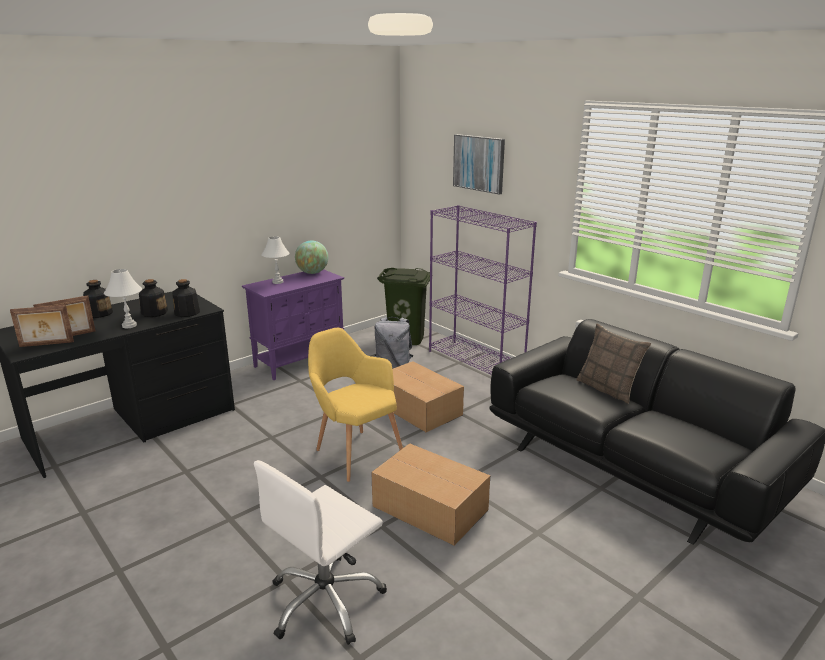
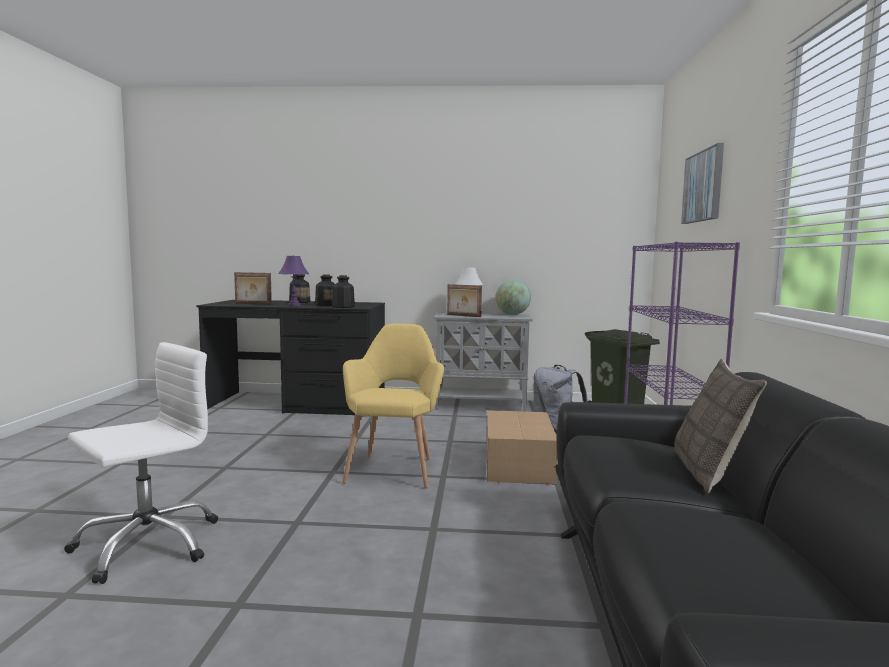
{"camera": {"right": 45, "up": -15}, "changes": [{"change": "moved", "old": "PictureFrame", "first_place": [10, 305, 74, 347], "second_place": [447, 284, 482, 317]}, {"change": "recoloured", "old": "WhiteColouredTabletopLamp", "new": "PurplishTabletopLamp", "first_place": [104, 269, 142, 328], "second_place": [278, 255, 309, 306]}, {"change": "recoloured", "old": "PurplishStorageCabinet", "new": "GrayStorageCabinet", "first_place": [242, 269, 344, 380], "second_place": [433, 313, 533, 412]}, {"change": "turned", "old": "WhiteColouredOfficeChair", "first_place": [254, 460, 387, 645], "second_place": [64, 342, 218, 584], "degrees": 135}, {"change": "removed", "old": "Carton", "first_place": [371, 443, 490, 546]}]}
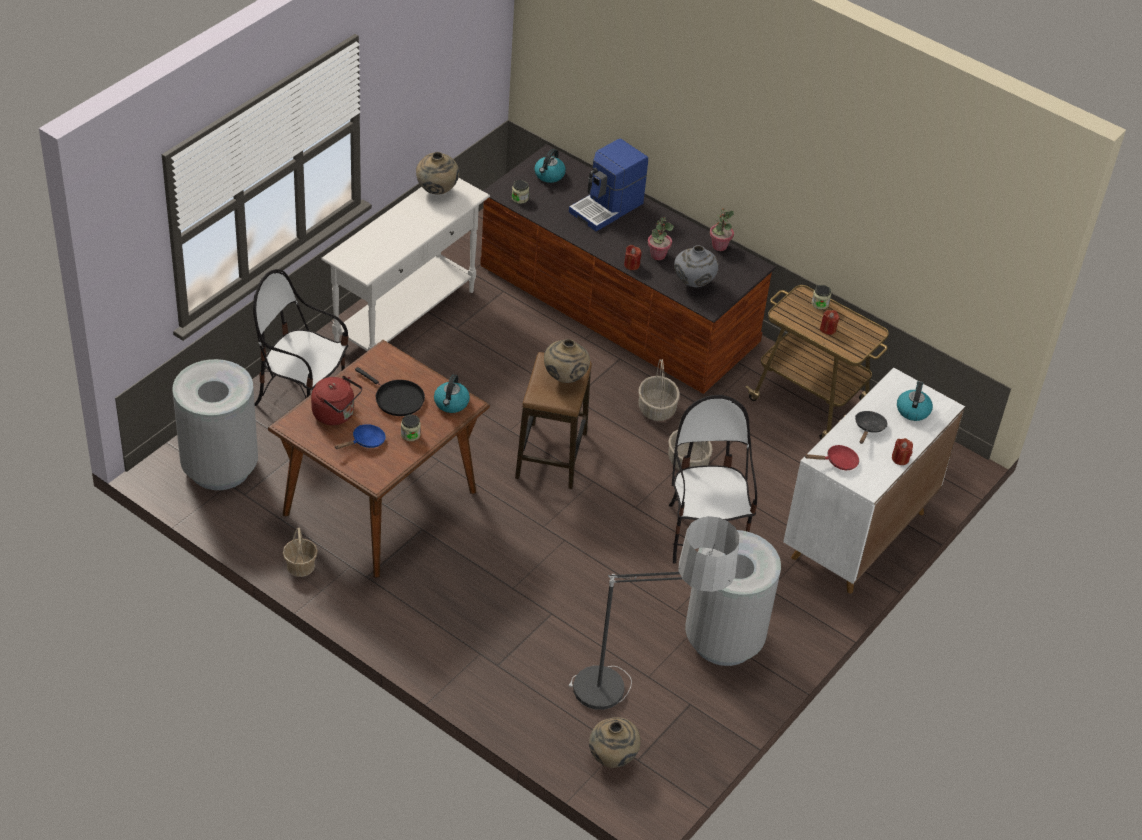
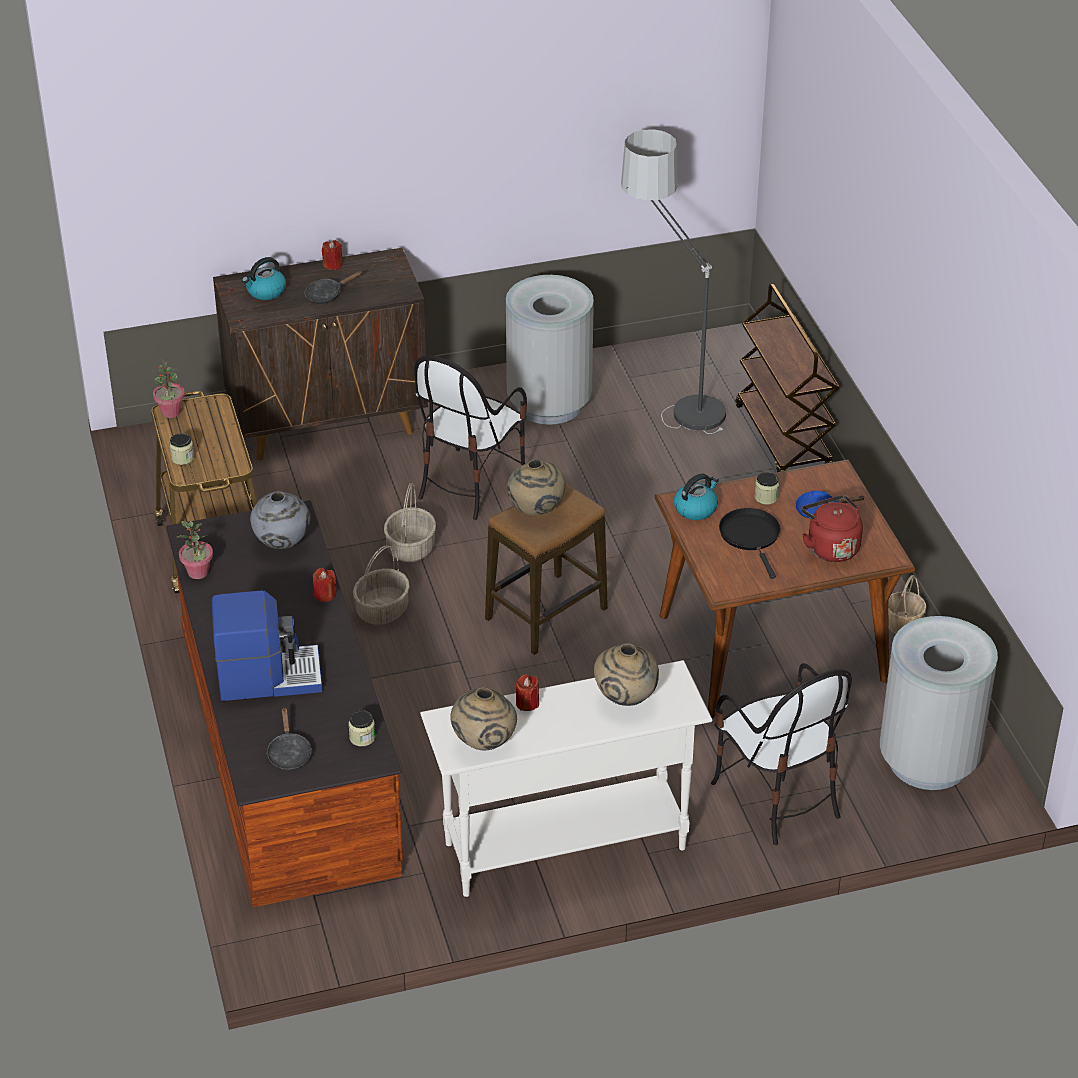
{"camera": {"right": -140, "up": -5}, "changes": [{"change": "replaced", "old": "Kettle", "new": "BlackFryingPan", "first_place": [534, 149, 566, 183], "second_place": [266, 707, 312, 770]}, {"change": "moved", "old": "BeigeColouredVase", "first_place": [589, 717, 641, 768], "second_place": [594, 643, 659, 706]}, {"change": "moved", "old": "PlantInAPot", "first_place": [648, 217, 674, 260], "second_place": [152, 360, 185, 418]}, {"change": "recoloured", "old": "WhiteColouredStorageCabinet", "new": "BrownishStorageCabinet", "first_place": [783, 368, 965, 593], "second_place": [213, 248, 428, 460]}, {"change": "removed", "old": "ReddishFryingPan", "first_place": [805, 445, 859, 471]}, {"change": "moved", "old": "ReddishCandle", "first_place": [820, 310, 839, 335], "second_place": [515, 675, 539, 711]}, {"change": "added", "new": "BrownishTrolley", "second_place": [736, 284, 839, 472]}]}
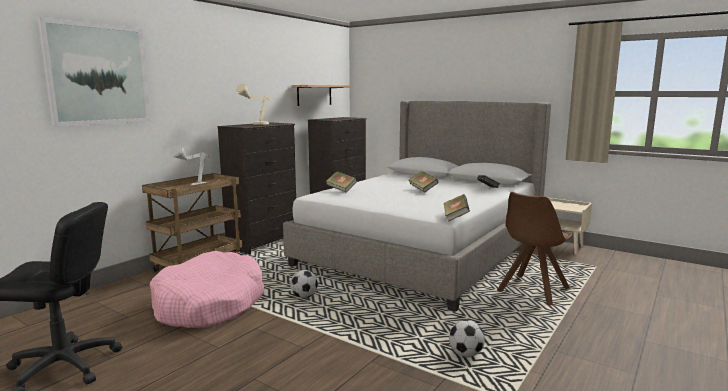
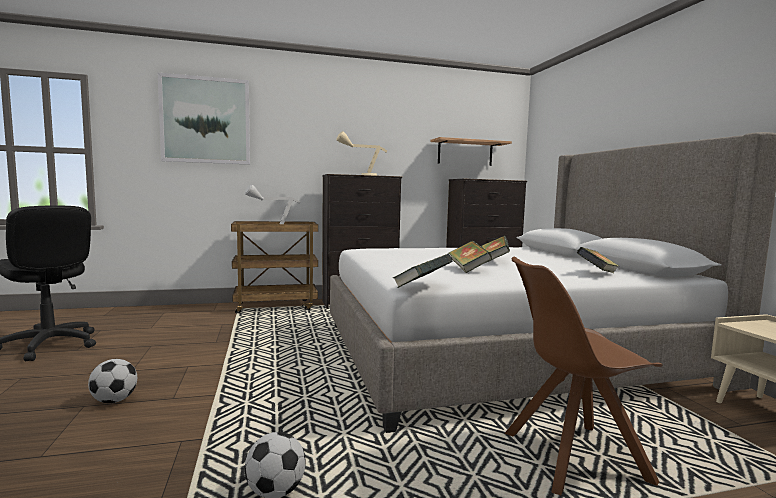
{"camera": {"right": 40, "up": -5}, "changes": [{"change": "removed", "old": "PinkishPetBed", "first_place": [150, 251, 264, 328]}, {"change": "moved", "old": "FootballBall", "first_place": [290, 270, 318, 298], "second_place": [88, 359, 137, 403]}, {"change": "moved", "old": "BoundBook", "first_place": [326, 171, 357, 192], "second_place": [449, 241, 492, 273]}]}
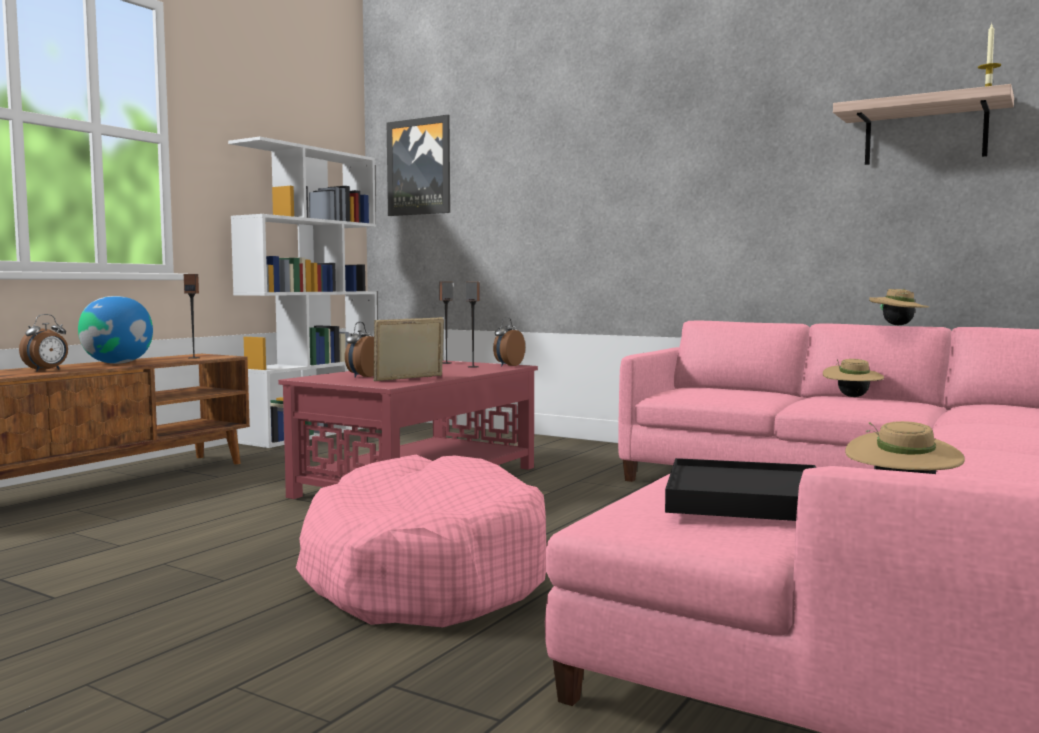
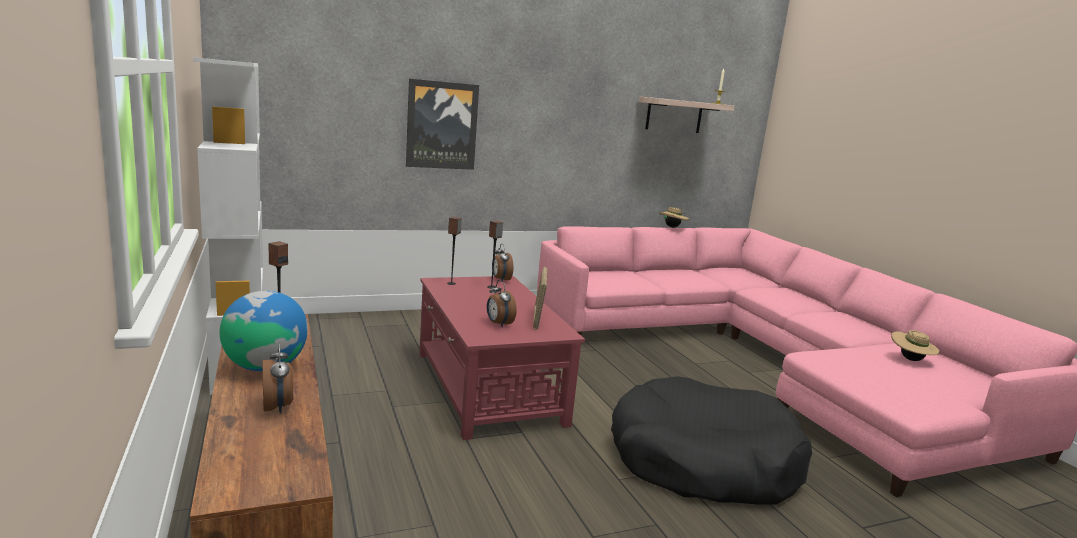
{"camera": {"right": -55, "up": 10}, "changes": [{"change": "recoloured", "old": "PinkishPetBed", "new": "BlackPetBed", "first_place": [296, 455, 547, 627], "second_place": [611, 376, 812, 505]}, {"change": "moved", "old": "WallPicture", "first_place": [387, 115, 450, 216], "second_place": [406, 79, 479, 170]}, {"change": "removed", "old": "BlackServingTray", "first_place": [665, 458, 816, 521]}, {"change": "removed", "old": "BeigeColouredClothingHat", "first_place": [823, 359, 884, 397]}]}
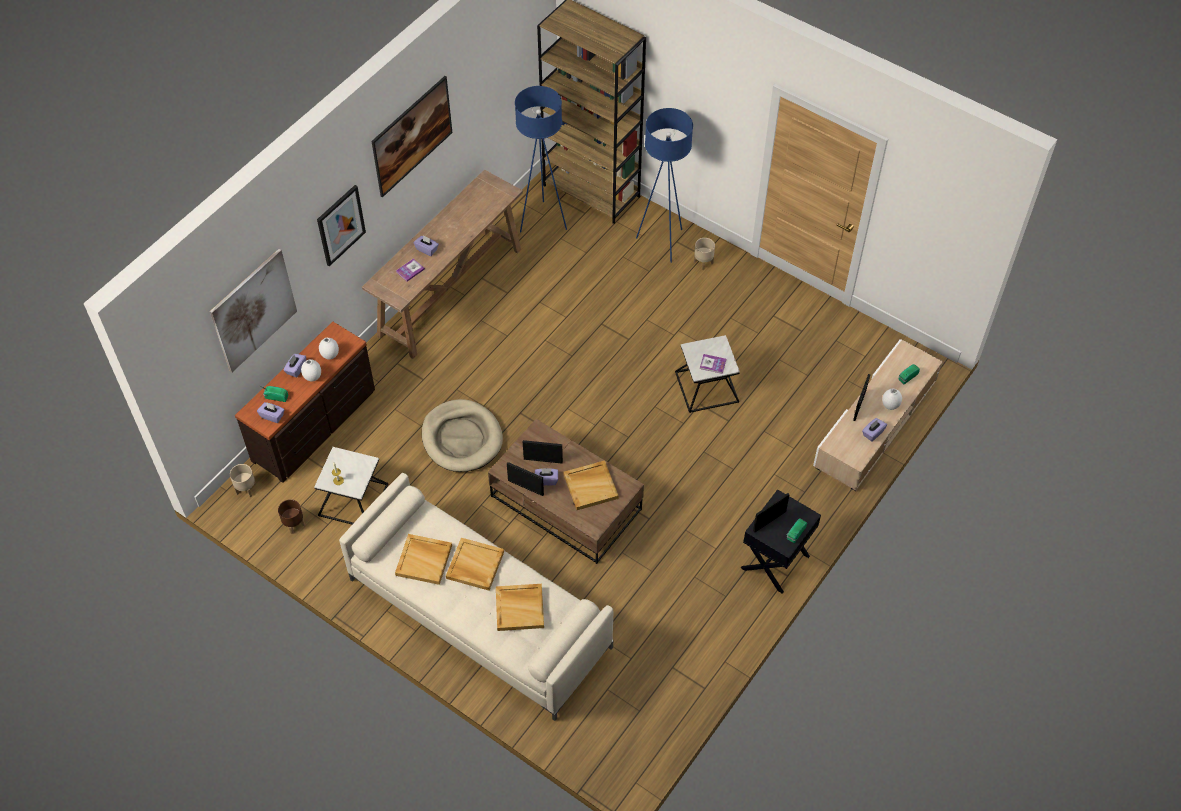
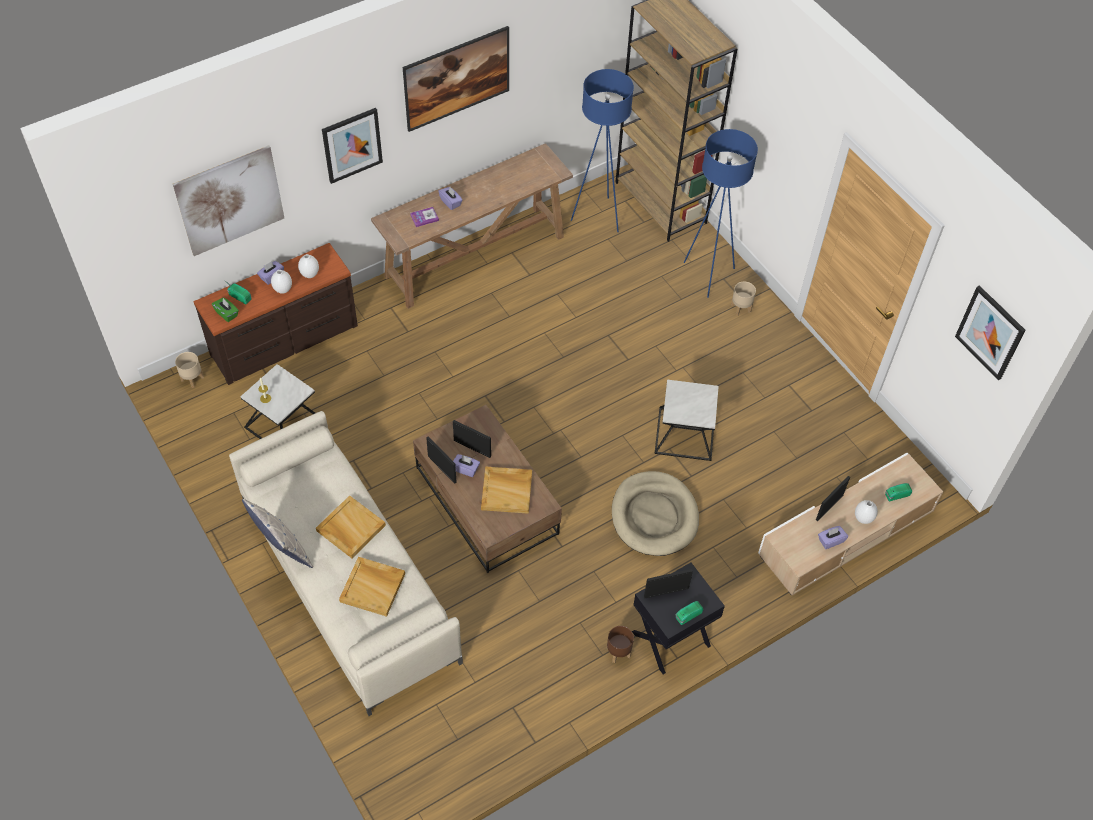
{"camera": {"right": 20, "up": 0}, "changes": [{"change": "recoloured", "old": "PurplishTissueBox", "new": "GreenishTissueBox", "first_place": [257, 402, 285, 423], "second_place": [212, 298, 239, 322]}, {"change": "moved", "old": "BrownishPlantPot", "first_place": [278, 499, 305, 534], "second_place": [607, 626, 634, 663]}, {"change": "removed", "old": "BeigeColouredServingTray", "first_place": [395, 534, 452, 585]}, {"change": "moved", "old": "BeigeColouredPetBed", "first_place": [422, 399, 503, 472], "second_place": [612, 471, 699, 556]}, {"change": "removed", "old": "BoundBook", "first_place": [700, 354, 726, 374]}, {"change": "added", "new": "Cushion", "second_place": [242, 499, 313, 568]}, {"change": "added", "new": "WallPicture", "second_place": [955, 285, 1025, 380]}]}
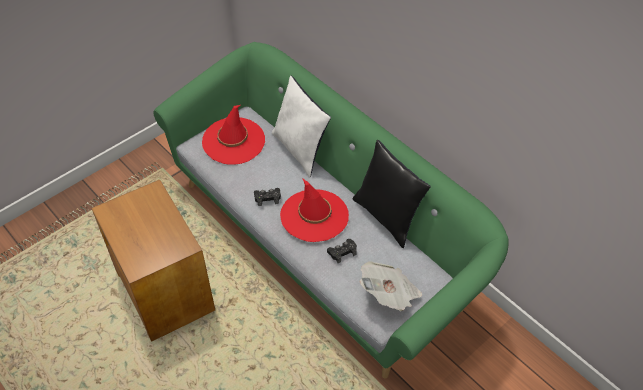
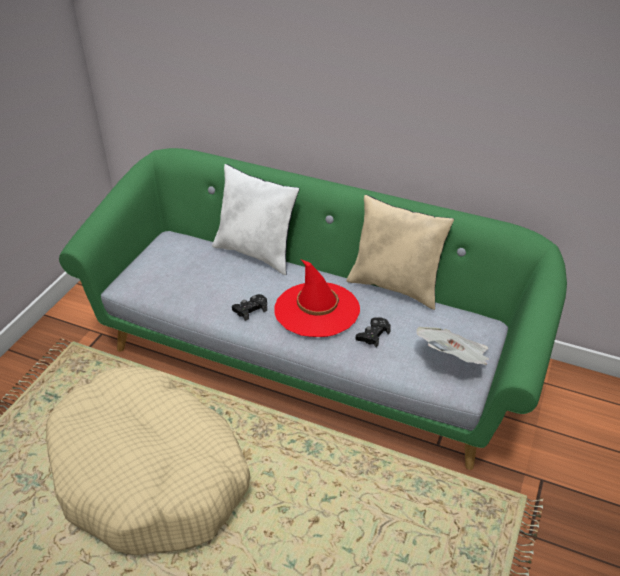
{"camera": {"right": -25, "up": -10}, "changes": [{"change": "replaced", "old": "BrownishAccentTable", "new": "BeigeColouredPetBed", "first_place": [91, 180, 215, 342], "second_place": [46, 367, 250, 555]}, {"change": "removed", "old": "ReddishClothingHat", "first_place": [202, 105, 265, 165]}, {"change": "recoloured", "old": "BlackCushion", "new": "BeigeColouredCushion", "first_place": [353, 140, 430, 248], "second_place": [346, 195, 454, 310]}]}
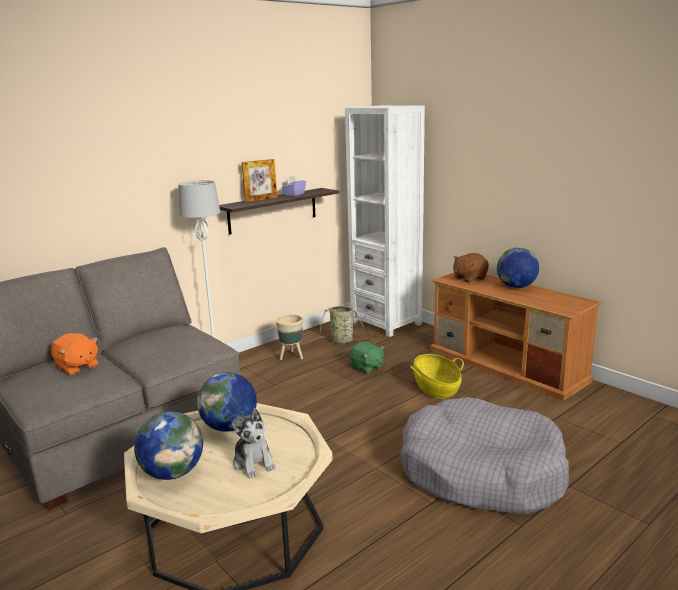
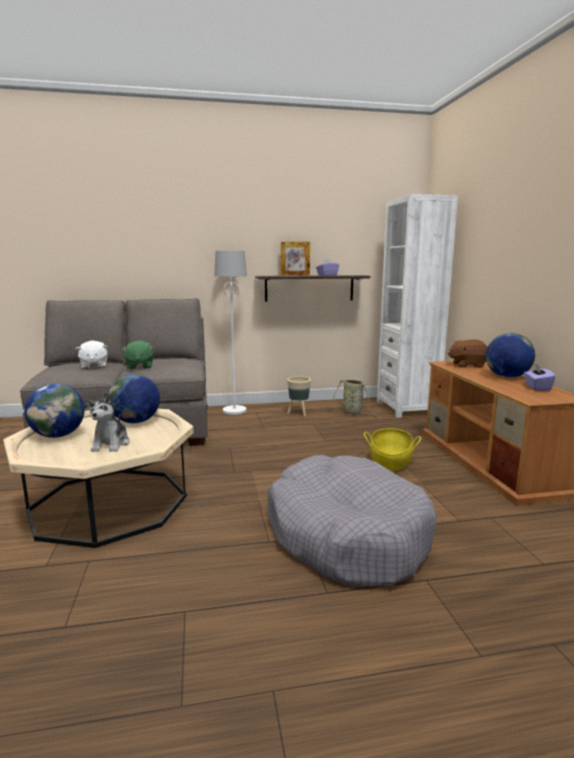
{"camera": {"right": 30, "up": -5}, "changes": [{"change": "recoloured", "old": "OrangeSoftToy", "new": "WhiteColouredSoftToy", "first_place": [51, 333, 99, 375], "second_place": [76, 341, 107, 369]}, {"change": "moved", "old": "GreenishSoftToy", "first_place": [349, 342, 384, 374], "second_place": [122, 340, 154, 369]}, {"change": "added", "new": "PurplishTissueBox", "second_place": [524, 363, 556, 391]}]}
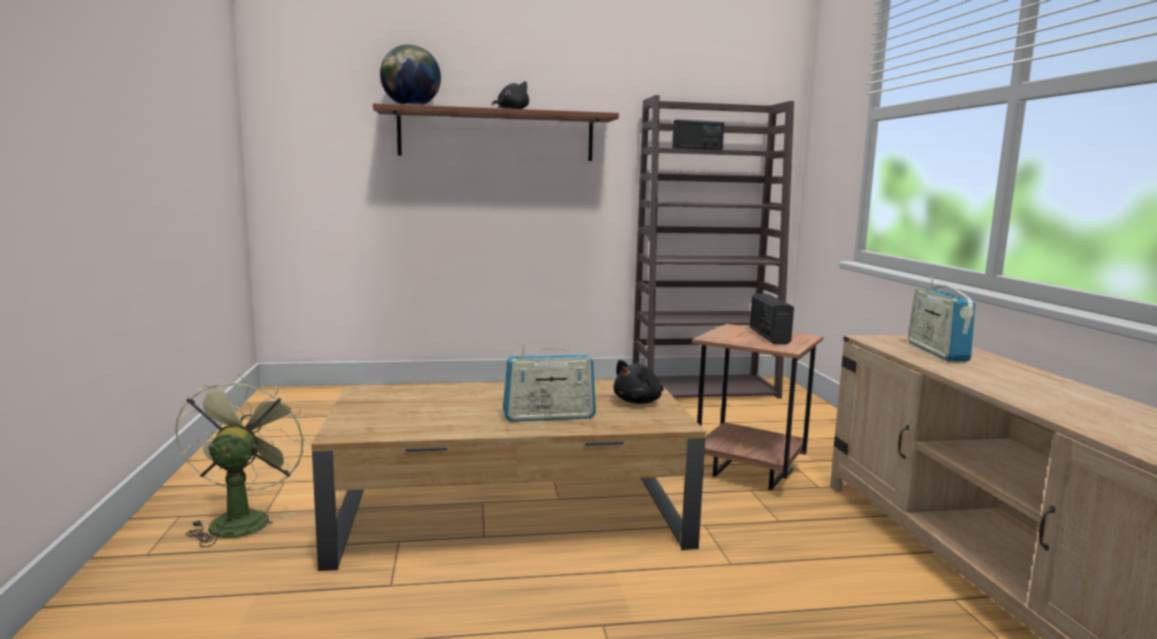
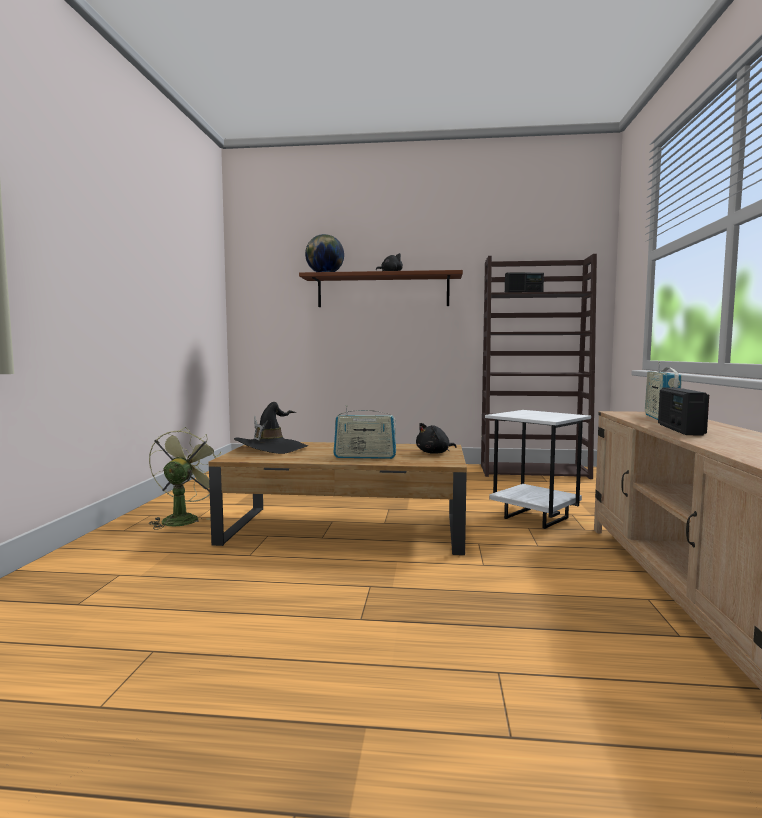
{"camera": {"right": 15, "up": -5}, "changes": [{"change": "recoloured", "old": "BrownishAccentTable", "new": "WhiteColouredAccentTable", "first_place": [692, 324, 824, 490], "second_place": [485, 410, 591, 529]}, {"change": "moved", "old": "Radio", "first_place": [750, 294, 794, 344], "second_place": [658, 387, 709, 436]}, {"change": "added", "new": "BlackClothingHat", "second_place": [234, 402, 308, 454]}]}
